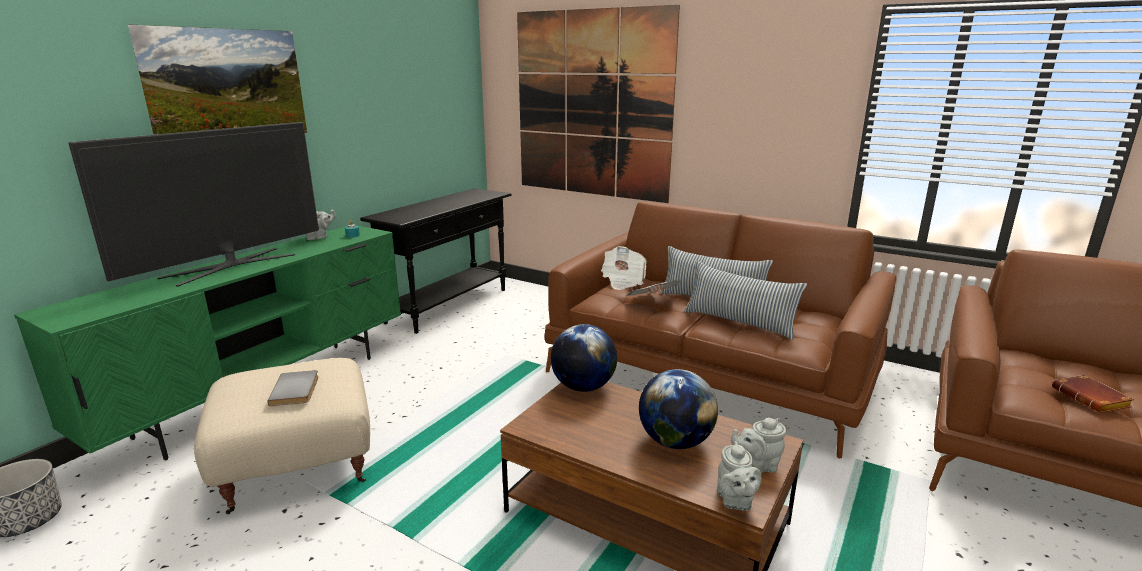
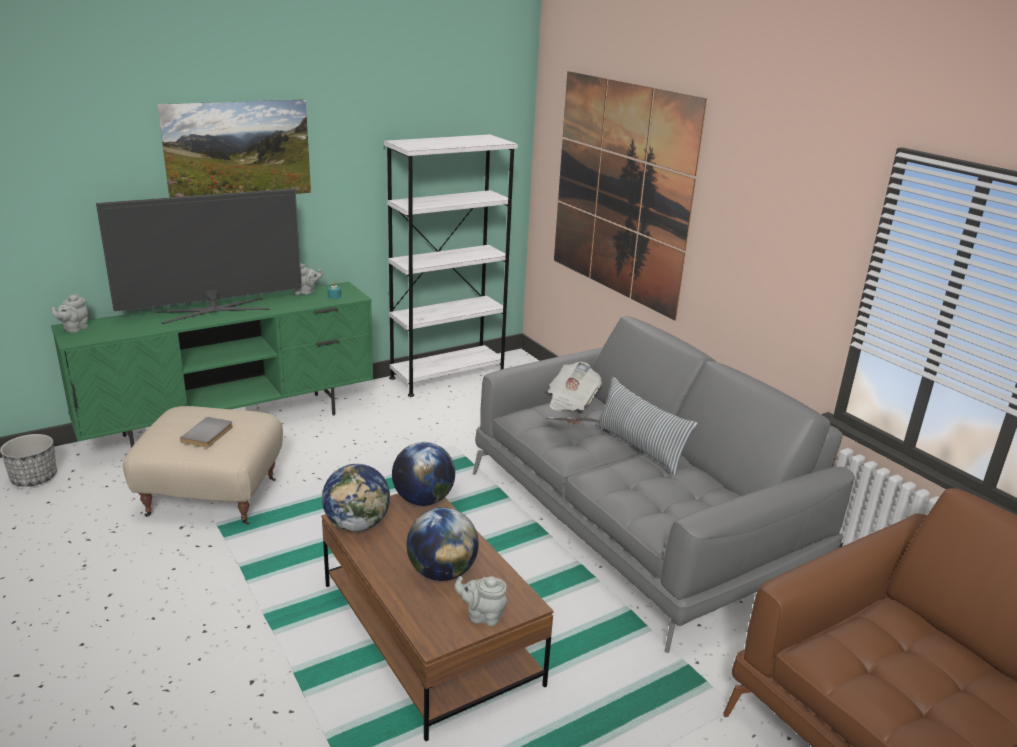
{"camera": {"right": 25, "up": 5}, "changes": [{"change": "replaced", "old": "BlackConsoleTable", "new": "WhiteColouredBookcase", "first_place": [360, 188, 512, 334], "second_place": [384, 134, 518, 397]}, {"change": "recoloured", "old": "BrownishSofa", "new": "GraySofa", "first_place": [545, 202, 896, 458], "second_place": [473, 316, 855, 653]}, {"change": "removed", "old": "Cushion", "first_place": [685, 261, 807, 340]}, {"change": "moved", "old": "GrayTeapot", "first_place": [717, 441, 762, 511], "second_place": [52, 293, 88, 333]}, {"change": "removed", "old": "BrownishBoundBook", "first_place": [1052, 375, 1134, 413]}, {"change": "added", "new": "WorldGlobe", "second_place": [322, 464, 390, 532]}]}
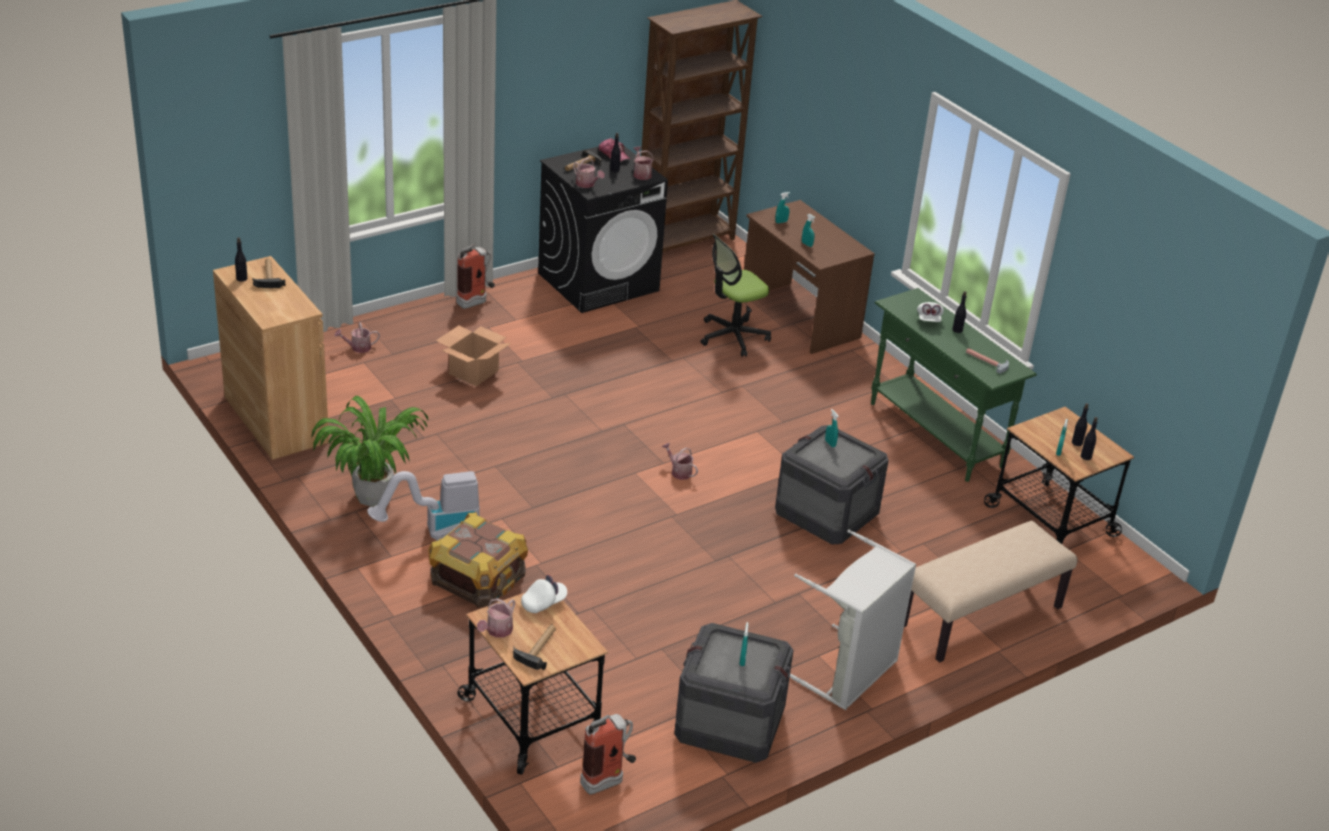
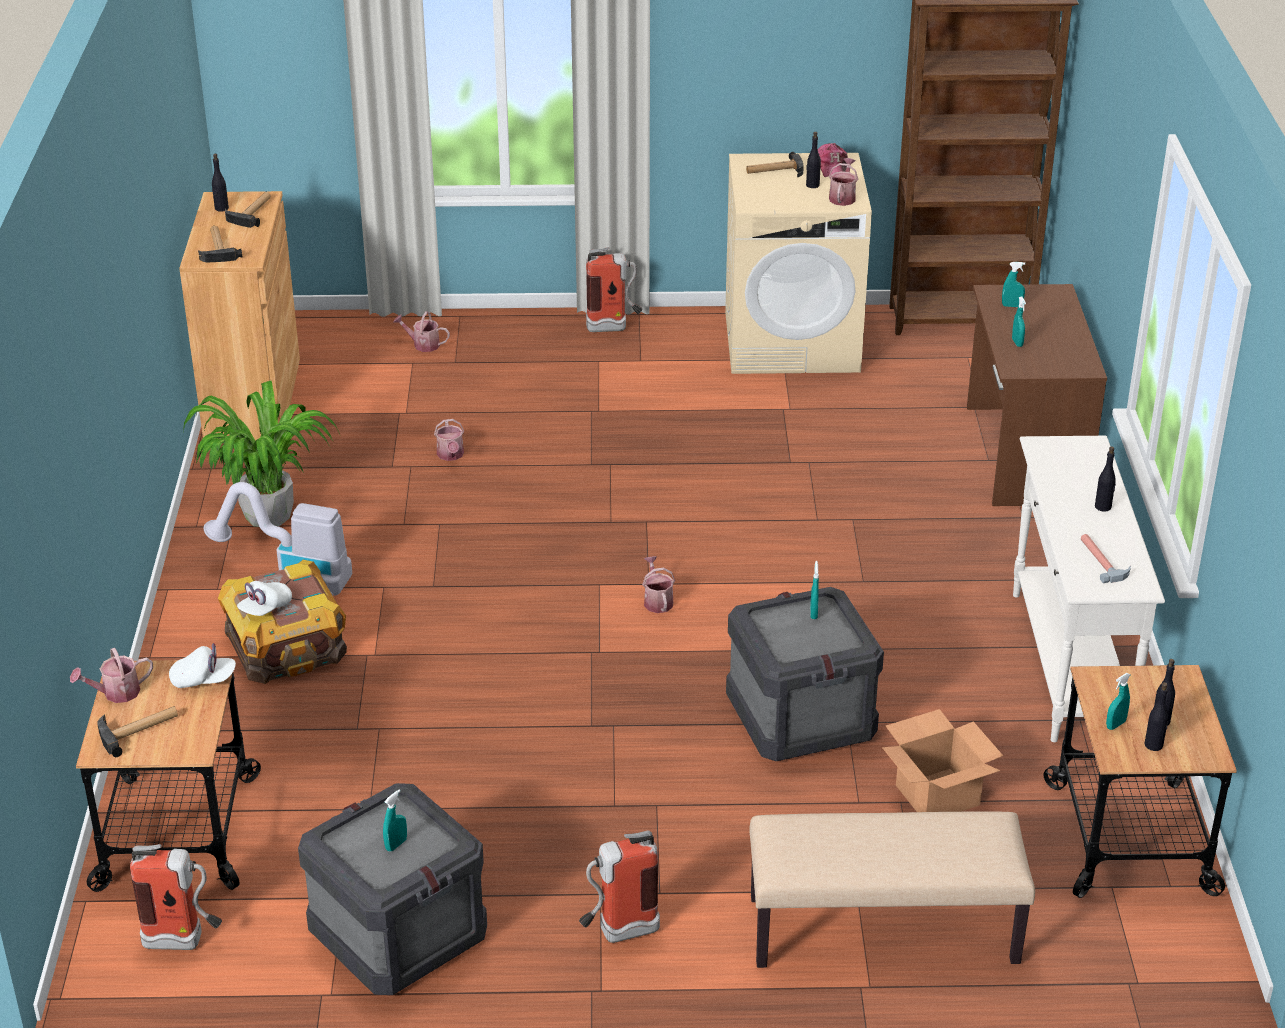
{"camera": {"right": 35, "up": 0}, "changes": [{"change": "moved", "old": "Carton", "first_place": [436, 325, 511, 386], "second_place": [882, 709, 1003, 812]}, {"change": "recoloured", "old": "BlackLaundryMachine", "new": "BeigeColouredLaundryMachine", "first_place": [538, 146, 668, 313], "second_place": [725, 153, 872, 374]}, {"change": "moved", "old": "SprinklingCan", "first_place": [573, 158, 605, 188], "second_place": [434, 419, 464, 461]}, {"change": "removed", "old": "OfficeChair", "first_place": [700, 234, 771, 357]}, {"change": "replaced", "old": "GrayWashingBasket", "new": "FireExtinguisher", "first_place": [790, 530, 916, 710], "second_place": [579, 831, 660, 943]}, {"change": "recoloured", "old": "GreenishConsoleTable", "new": "WhiteColouredConsoleTable", "first_place": [871, 288, 1037, 482], "second_place": [1013, 436, 1165, 742]}, {"change": "moved", "old": "WhiteColouredPeakedCap", "first_place": [917, 302, 944, 322], "second_place": [237, 581, 292, 616]}, {"change": "added", "new": "Hammer", "second_place": [198, 226, 242, 262]}]}
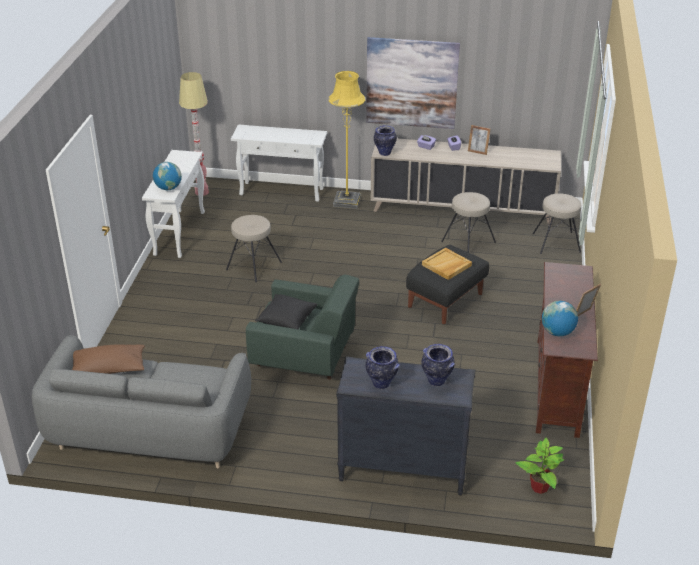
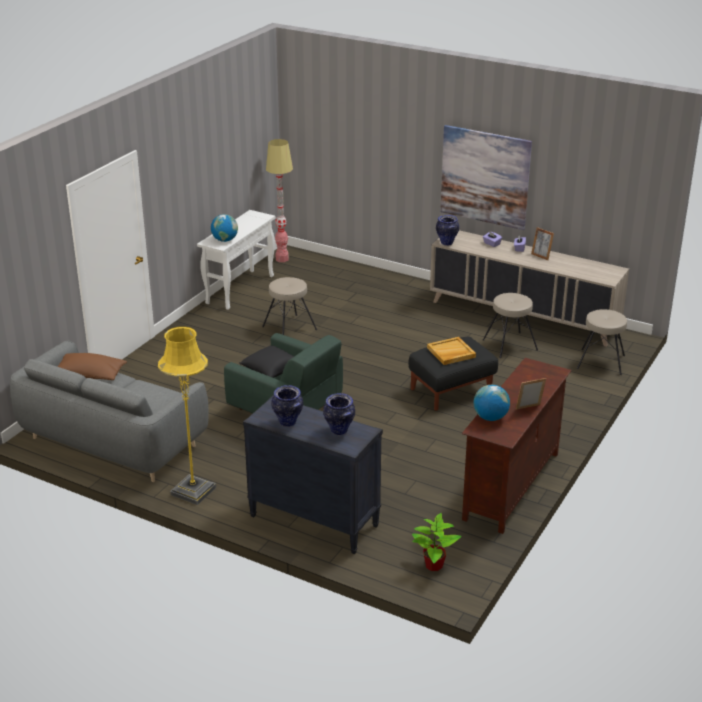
{"camera": {"right": 20, "up": -5}, "changes": [{"change": "removed", "old": "WhiteColouredConsoleTable", "first_place": [231, 124, 327, 202]}, {"change": "moved", "old": "YellowishStandardLamp", "first_place": [329, 71, 365, 209], "second_place": [158, 326, 216, 505]}]}
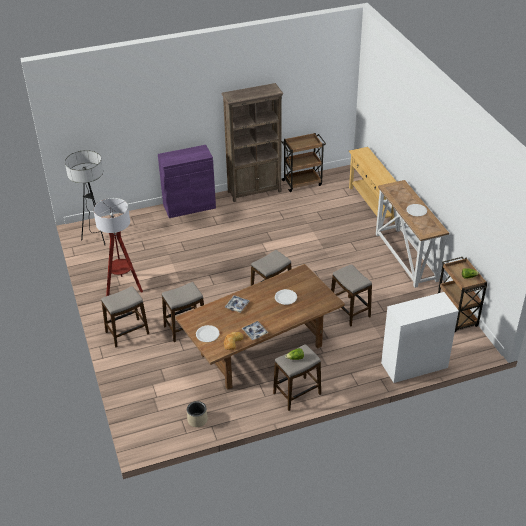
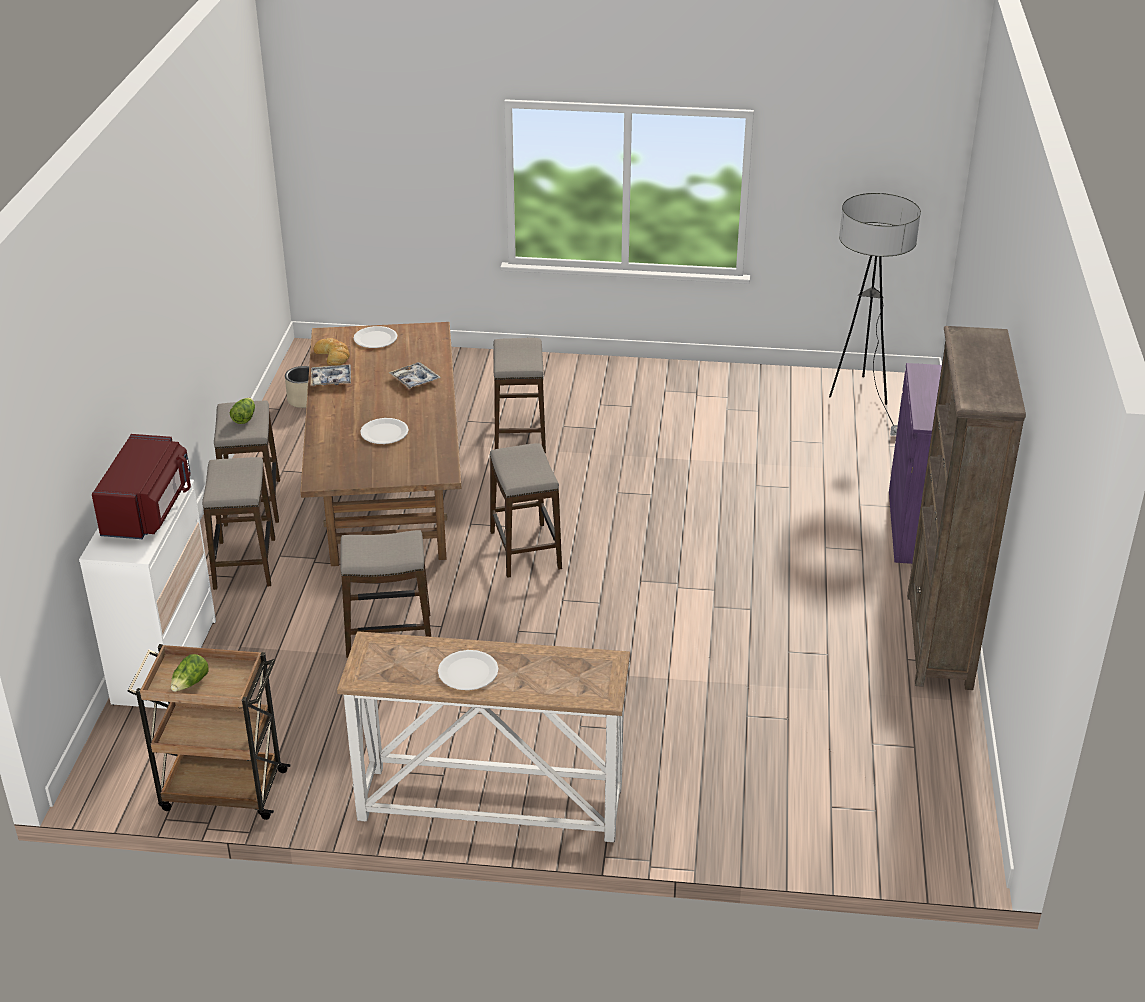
{"camera": {"right": 115, "up": -5}, "changes": [{"change": "removed", "old": "StandardLamp", "first_place": [93, 198, 143, 296]}, {"change": "moved", "old": "StoolSeat", "first_place": [101, 286, 149, 347], "second_place": [202, 457, 275, 590]}, {"change": "removed", "old": "BrownishTrolley", "first_place": [281, 133, 326, 192]}, {"change": "removed", "old": "BeigeColouredConsoleTable", "first_place": [349, 147, 397, 224]}, {"change": "added", "new": "ReddishMicrowave", "second_place": [92, 434, 191, 539]}]}
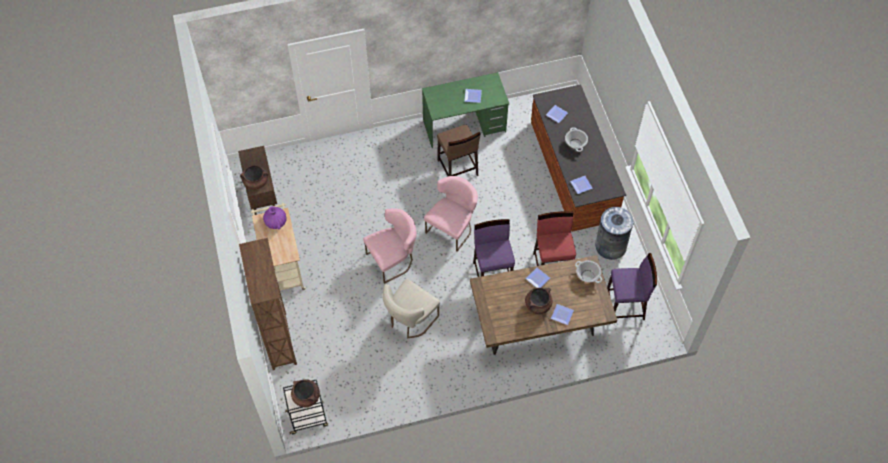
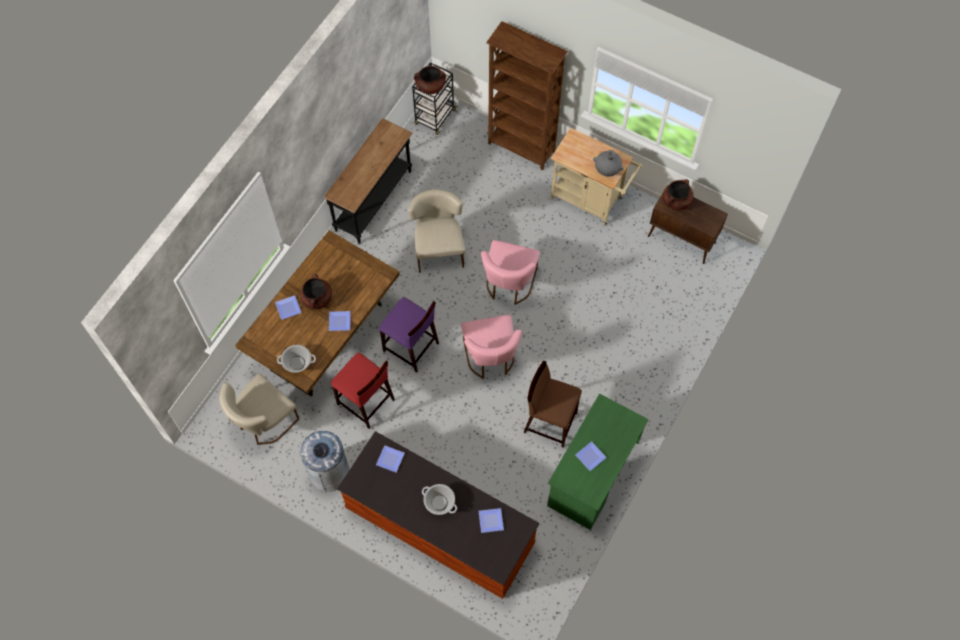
{"camera": {"right": 135, "up": 5}, "changes": [{"change": "recoloured", "old": "PurplishVase", "new": "GrayVase", "first_place": [263, 206, 287, 229], "second_place": [593, 150, 624, 176]}, {"change": "replaced", "old": "PurplishStoolSeat", "new": "BeigeColouredChair", "first_place": [607, 253, 657, 320], "second_place": [219, 374, 299, 445]}, {"change": "added", "new": "BlackConsoleTable", "second_place": [324, 118, 413, 244]}]}
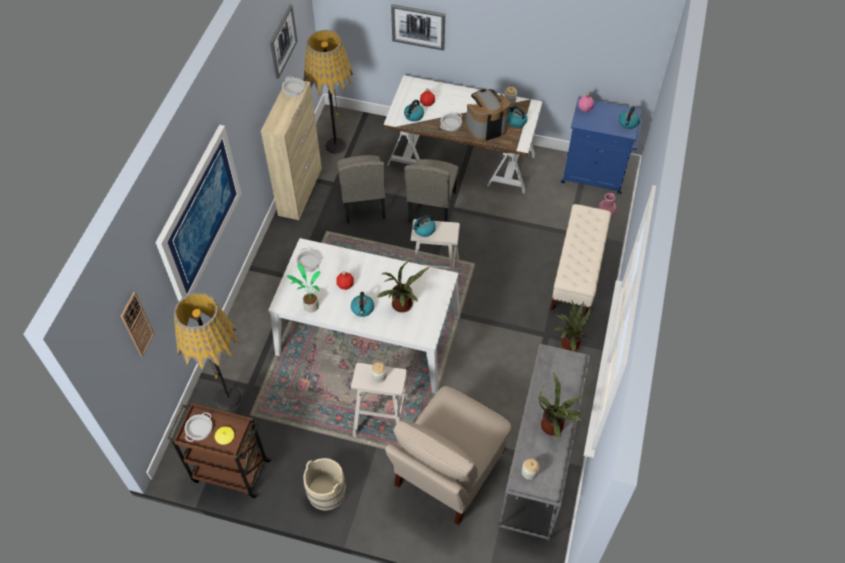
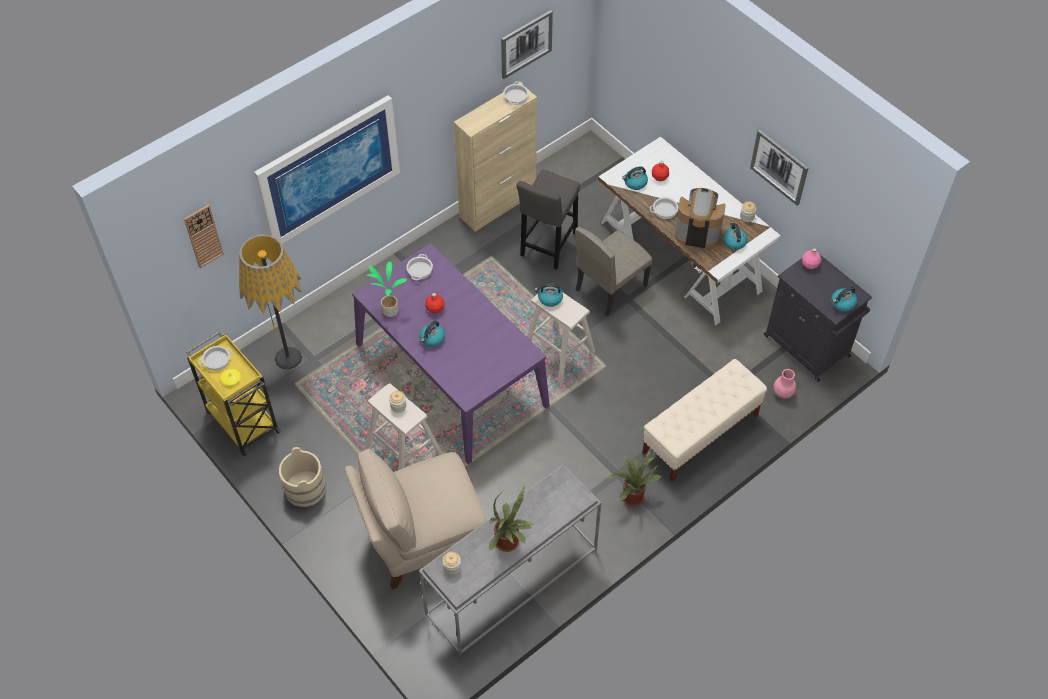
{"camera": {"right": 35, "up": 0}, "changes": [{"change": "recoloured", "old": "BrownishTrolley", "new": "YellowishTrolley", "first_place": [167, 402, 272, 498], "second_place": [186, 332, 281, 456]}, {"change": "recoloured", "old": "WhiteColouredDinnerTable", "new": "PurplishDinnerTable", "first_place": [269, 238, 460, 394], "second_place": [352, 243, 550, 464]}, {"change": "removed", "old": "StandardLamp", "first_place": [303, 30, 353, 154]}, {"change": "replaced", "old": "BeigeColouredChair", "new": "GrayStoolSeat", "first_place": [337, 155, 386, 223], "second_place": [516, 170, 580, 270]}, {"change": "removed", "old": "PlantInAPot", "first_place": [377, 260, 429, 312]}, {"change": "moved", "old": "WallPicture", "first_place": [391, 4, 445, 51], "second_place": [750, 129, 808, 206]}, {"change": "recoloured", "old": "BluishStorageCabinet", "new": "BlackStorageCabinet", "first_place": [561, 97, 642, 195], "second_place": [764, 255, 872, 382]}]}
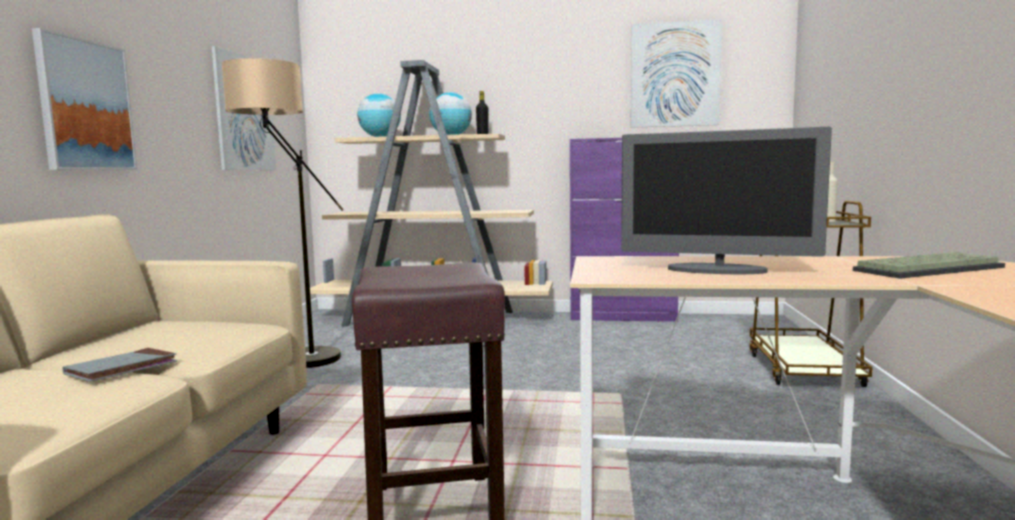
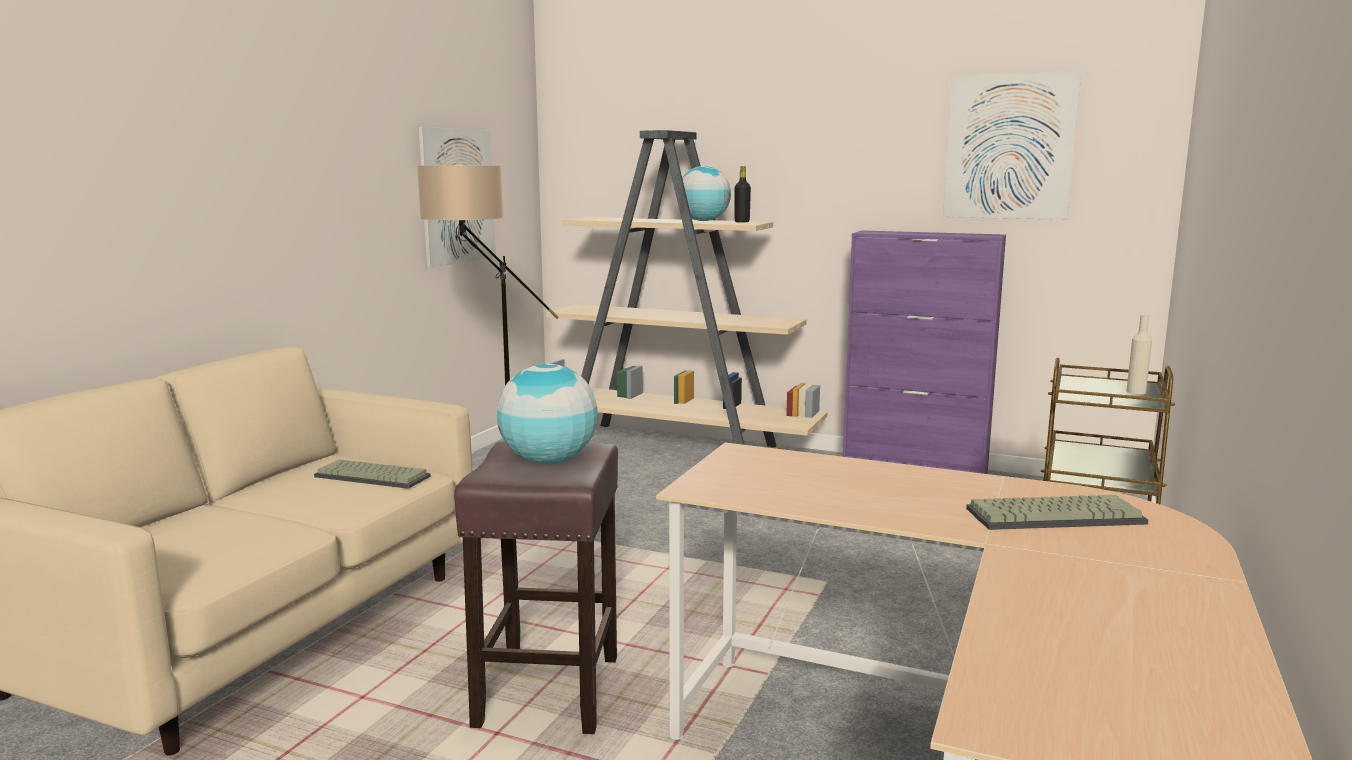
{"camera": {"right": 15, "up": 5}, "changes": [{"change": "removed", "old": "WallPicture", "first_place": [32, 28, 137, 170]}, {"change": "removed", "old": "GrayBoundBook", "first_place": [63, 348, 177, 382]}, {"change": "moved", "old": "WorldGlobe", "first_place": [357, 93, 401, 137], "second_place": [497, 364, 598, 464]}, {"change": "removed", "old": "ComputerScreen", "first_place": [621, 127, 832, 274]}, {"change": "added", "new": "ComputerKeyboard", "second_place": [314, 459, 431, 489]}]}
